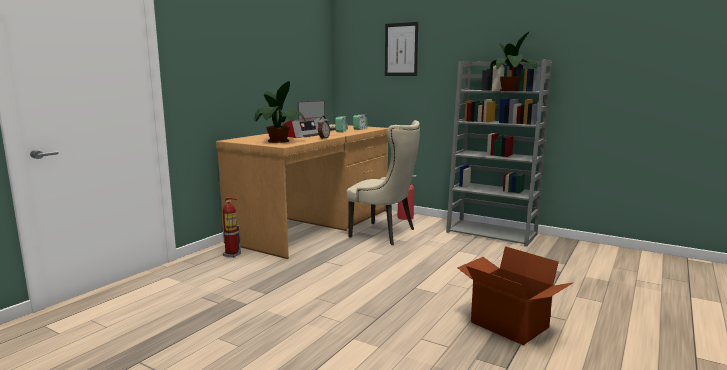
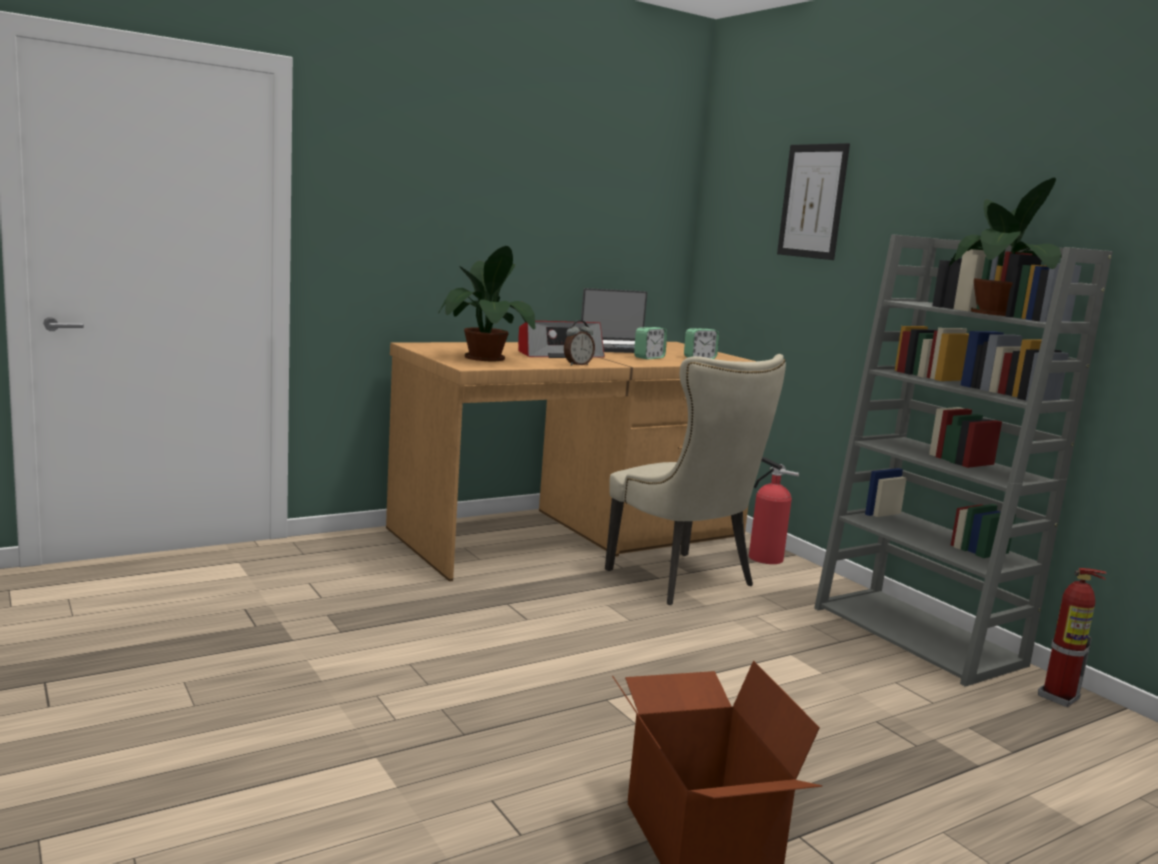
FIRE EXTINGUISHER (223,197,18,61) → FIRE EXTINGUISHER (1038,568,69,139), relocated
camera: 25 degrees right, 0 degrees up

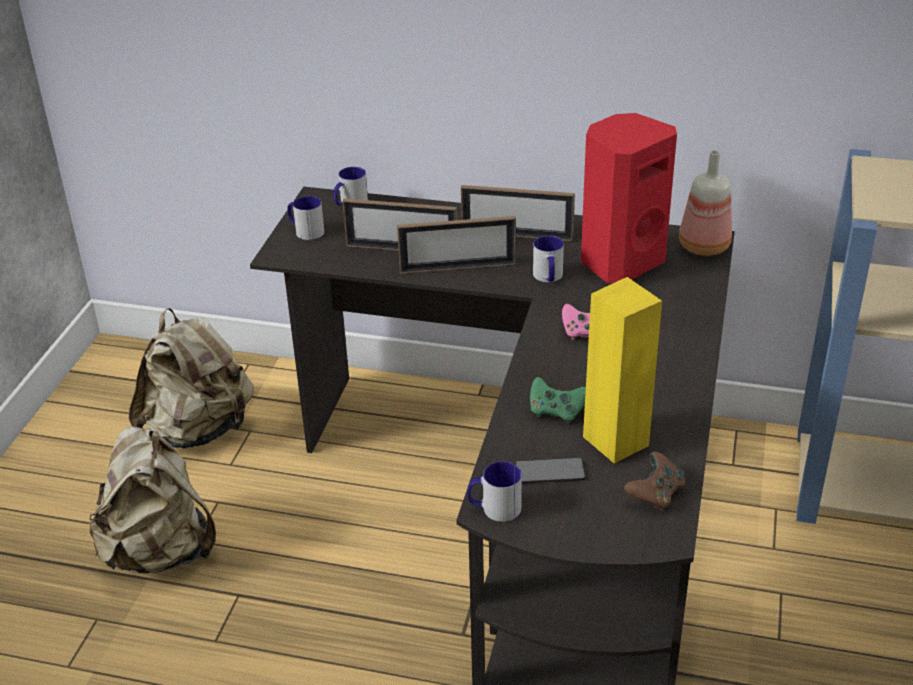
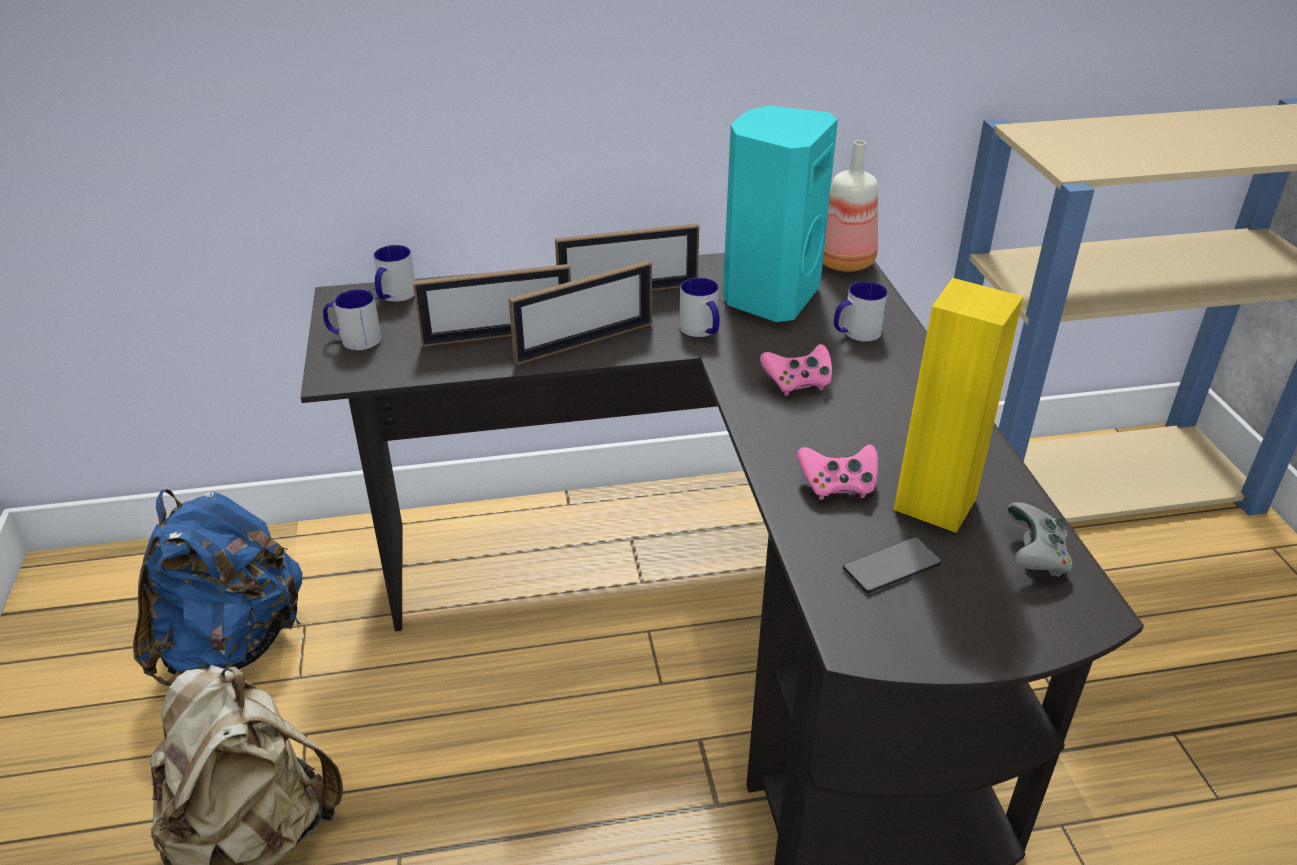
BEIGE BACKPACK (129,308,125,140) → BLUE BACKPACK (133,489,169,197)
RED SPEAKER (581,113,96,171) → TURQUOISE SPEAKER (723,106,115,216)
GREEN GAME CONTROLLER (530,377,56,47) → PINK GAME CONTROLLER (797,444,81,56)
MUG (467,461,55,61) → MUG (834,281,54,61), relocated
BROWN GAME CONTROLLER (624,451,61,60) → GREY GAME CONTROLLER (1007,502,65,75)
camera: 25 degrees left, 0 degrees up

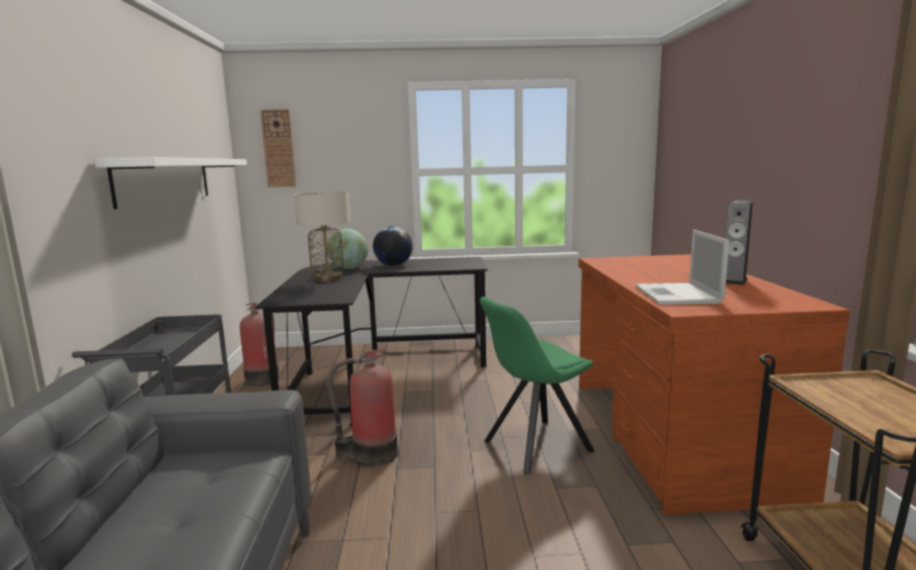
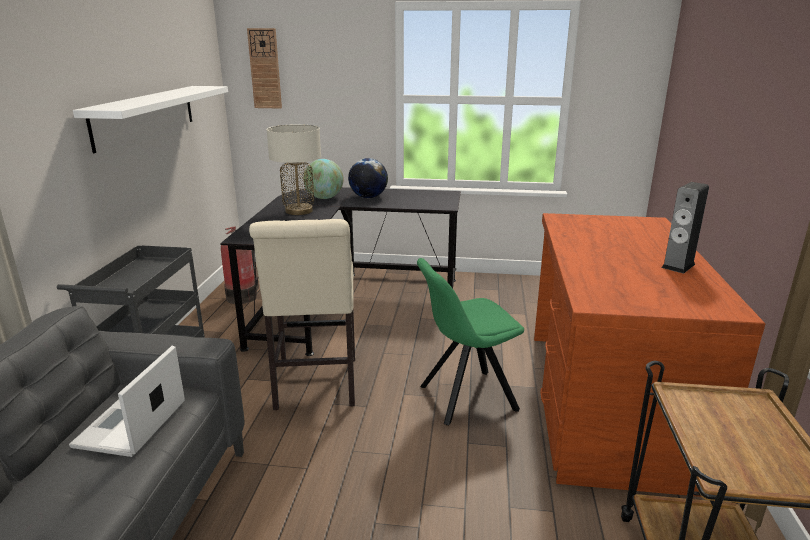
LAPTOP (635,230,94,75) → LAPTOP (69,346,116,111), relocated
FIRE EXTINGUISHER (328,348,70,119) → BEIGE STOOL (249,219,106,191)
camera: 10 degrees right, 10 degrees up

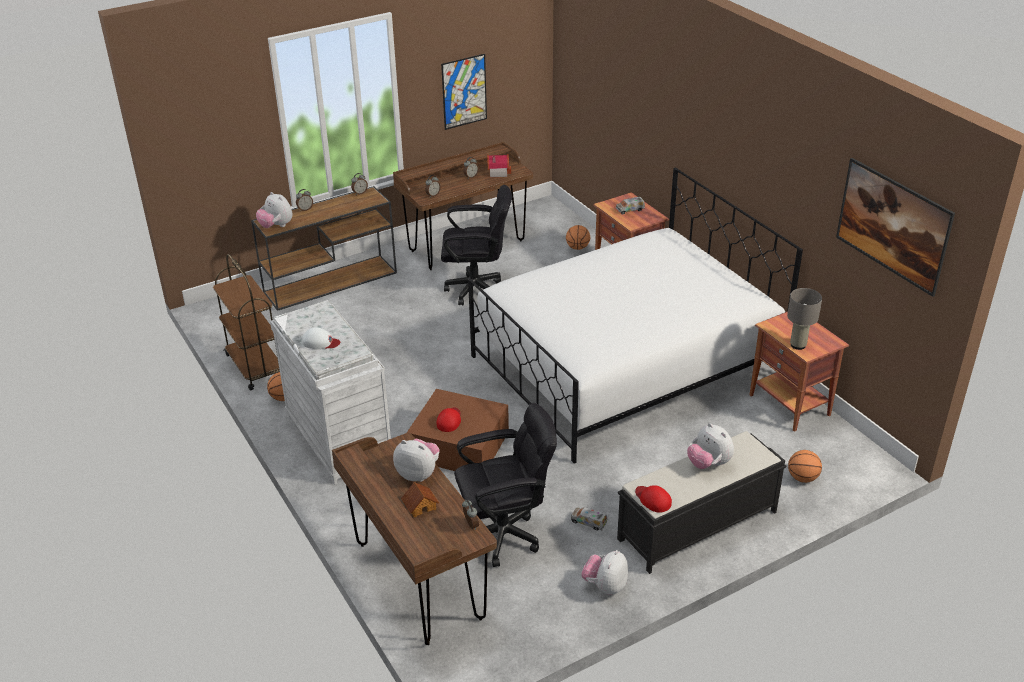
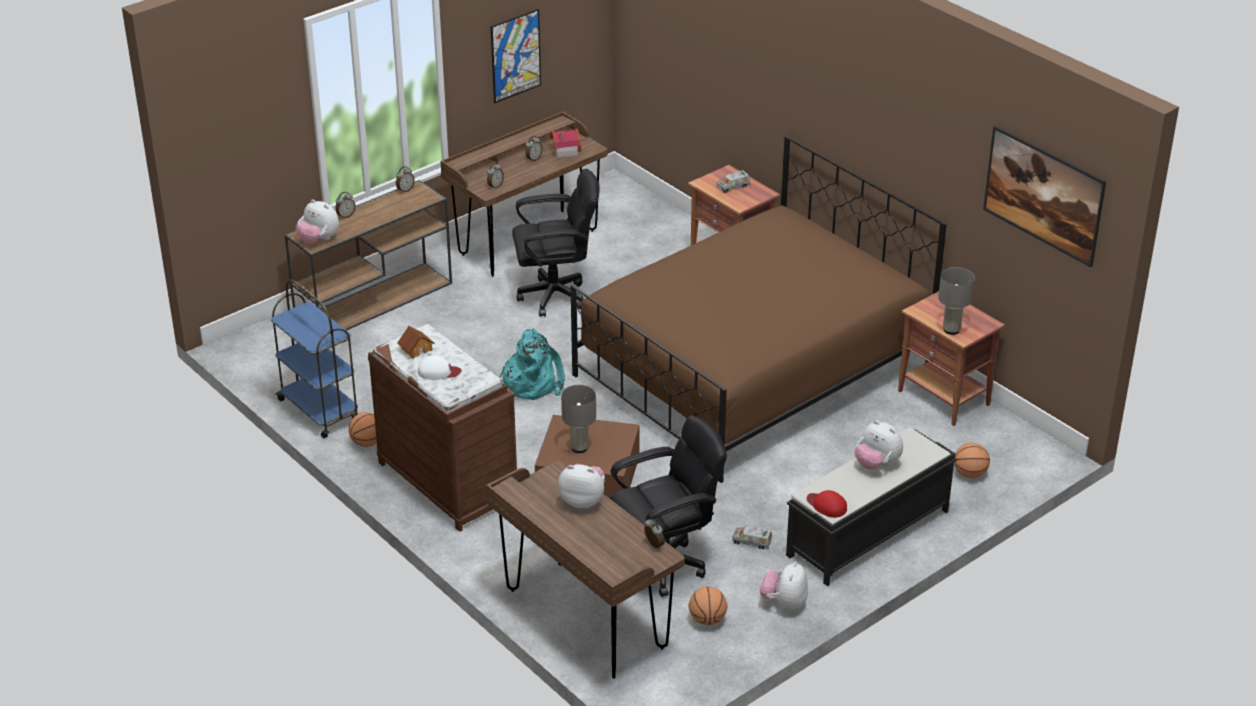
BROWN CART (213,254,67,137) → BLUE CART (271,279,87,159)
WHITE DRESSER (270,300,121,185) → BROWN DRESSER (368,324,149,208)
TOY HOUSE (401,482,38,36) → TOY HOUSE (397,326,38,32), relocated
- → TURQUOISE BACKPACK (499,328,66,72)
RED CAP (437,408,24,24) → GREY TABLE LAMP (561,385,35,68)
WHITE BED (468,167,335,297) → BROWN BED (570,136,377,347)
BASKETBALL (566,225,24,25) → BASKETBALL (689,586,38,39), relocated
camera: 10 degrees left, 0 degrees up

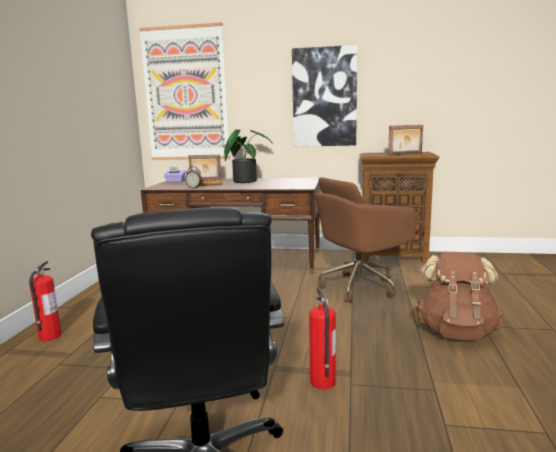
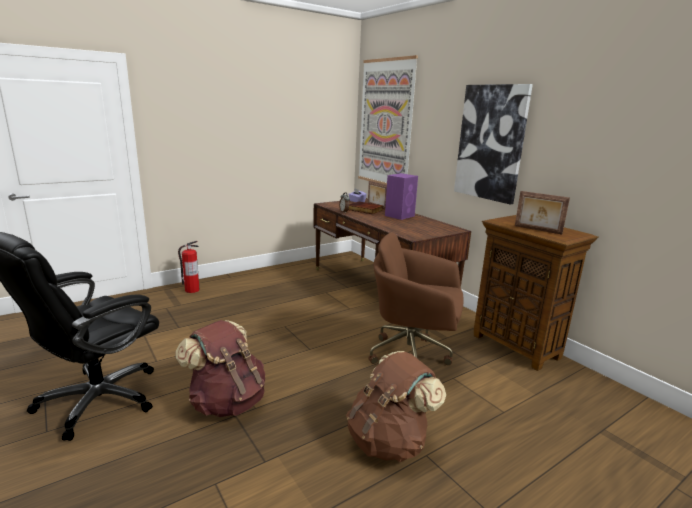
FIRE EXTINGUISHER (309,288,27,101) → BROWN BACKPACK (176,320,89,97)
POTTED PLANT (224,129,49,54) → PURPLE SPEAKER (385,173,33,47)
camera: 45 degrees right, 5 degrees up

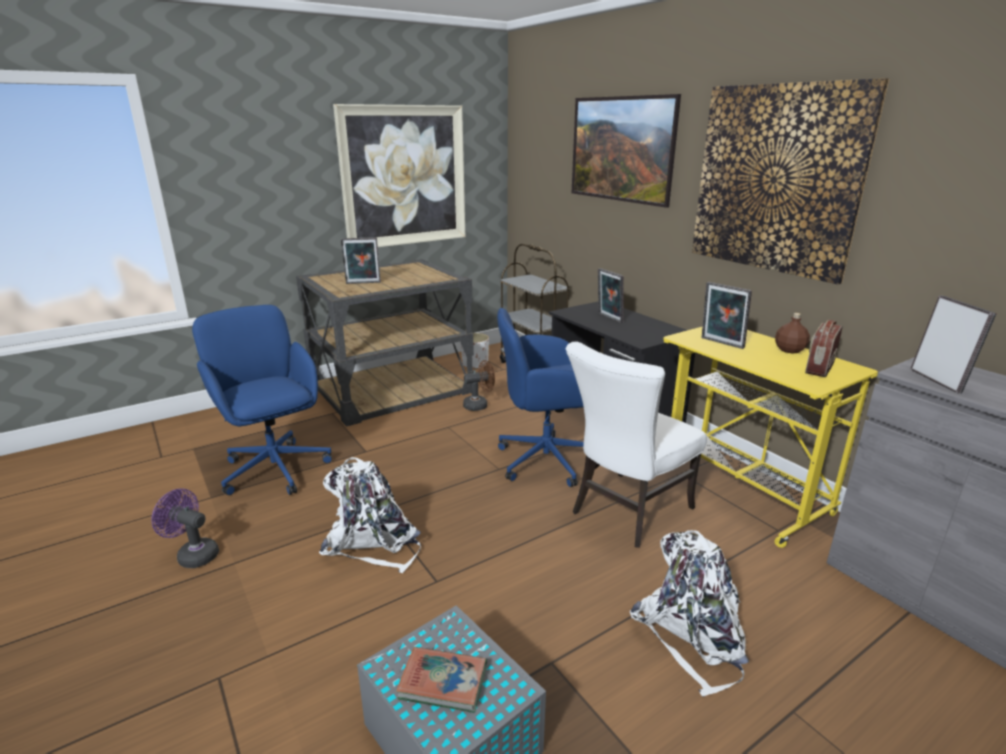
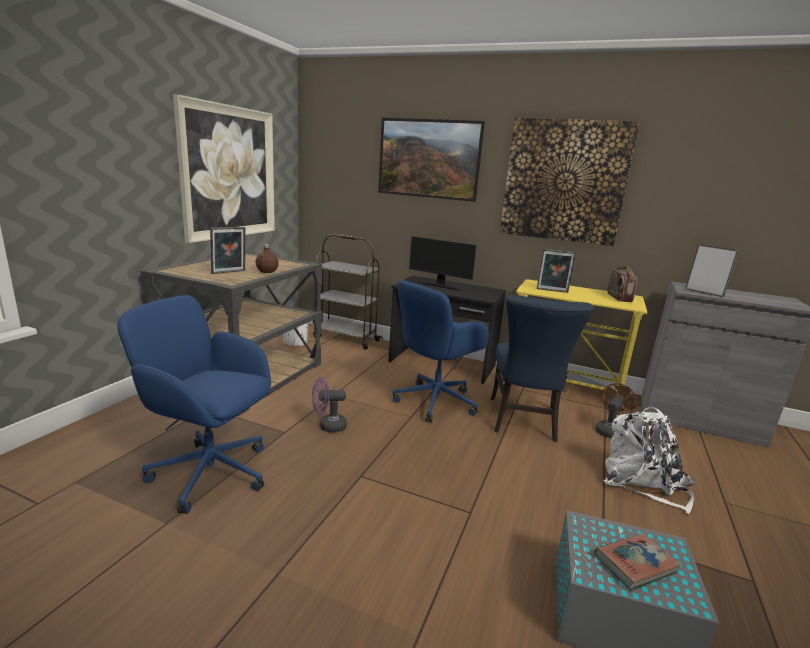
BROWN BOTTLE (775,313,35,41) → BROWN BOTTLE (255,244,24,29), relocated
PURPLE FAN (151,489,68,79) → PURPLE FAN (312,378,35,54), relocated
PICTURE FRAME (598,268,26,55) → MONITOR (409,236,67,55)
WHITE CHAIR (565,342,142,206) → BLUE CHAIR (491,294,103,148)
BROWN FAN (463,360,32,51) → BROWN FAN (596,383,41,55), relocated
WHITE BACKPACK (319,457,102,116) → -
camera: 35 degrees left, 5 degrees down

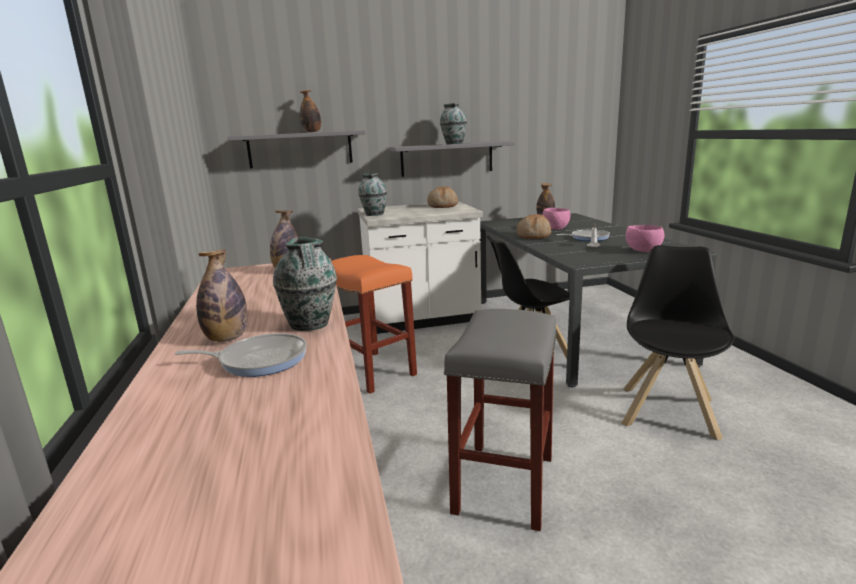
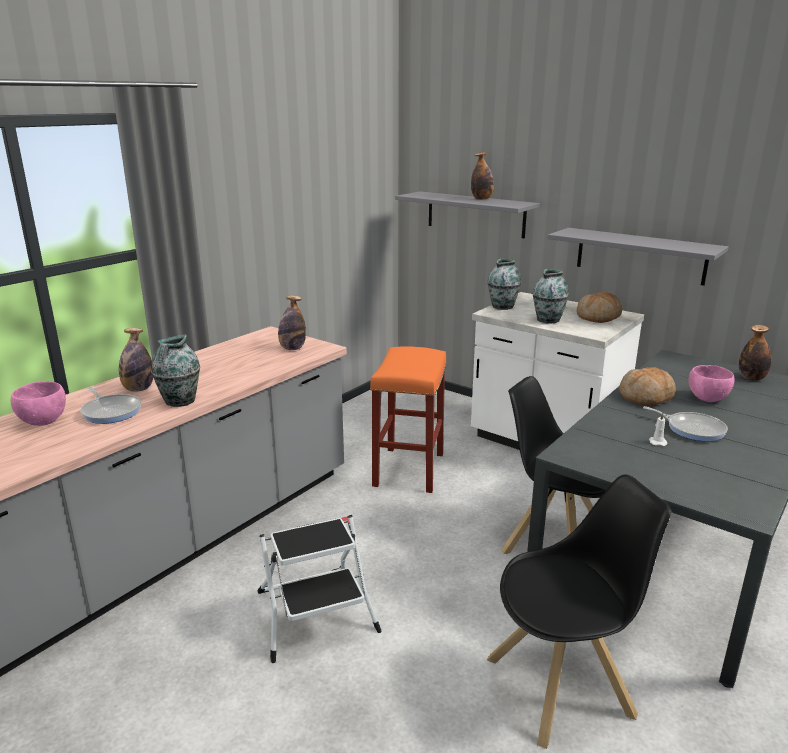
PINK BOWL (626,225,38,27) → PINK BOWL (11,381,55,45), relocated
GREY STOOL (444,309,113,222) → STEP LADDER (257,515,125,148)
VASE (440,103,27,41) → VASE (532,269,37,55), relocated
camera: 50 degrees right, 5 degrees up

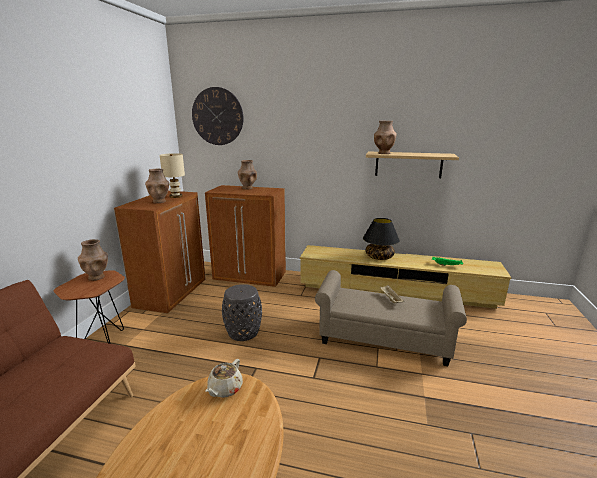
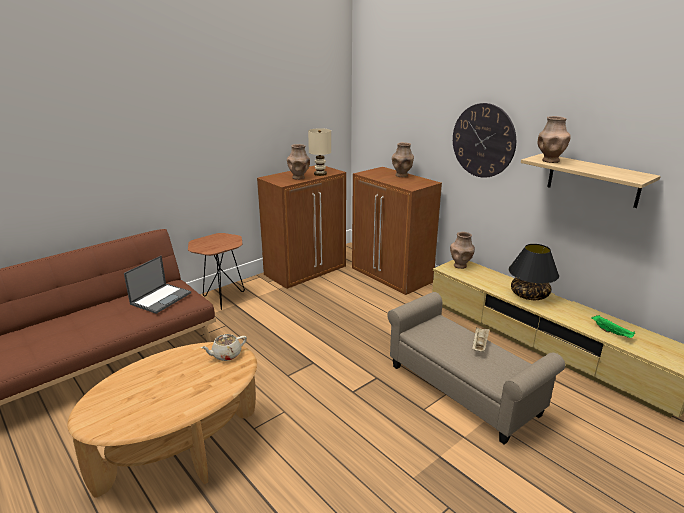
- → LAPTOP (124,256,67,58)
BROWN VASE (78,239,30,42) → BROWN VASE (450,232,25,37), relocated
WALL CLOCK (192,87,51,58) → WALL CLOCK (453,103,63,75), relocated
GREY STOOL (222,284,40,57) → -
camera: 35 degrees right, 5 degrees up

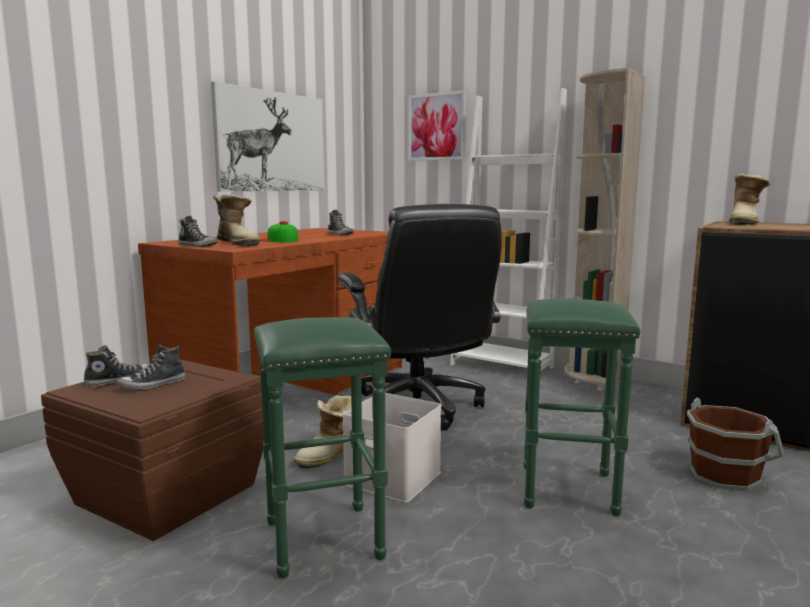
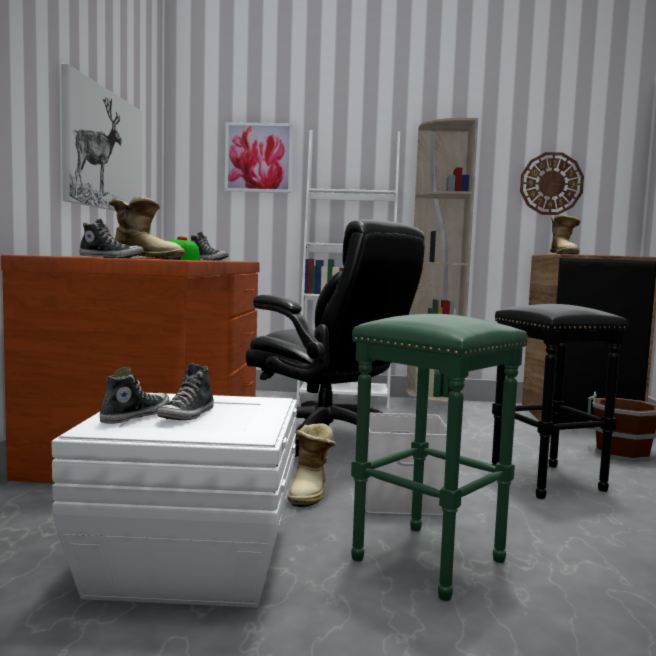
BROWN STORAGE BOX (41,359,223,182) → WHITE STORAGE BOX (52,393,245,215)
GREEN STOOL (524,298,116,218) → BLACK STOOL (492,304,136,195)
- → WALL CLOCK (520,152,64,63)
camera: 30 degrees left, 5 degrees down

